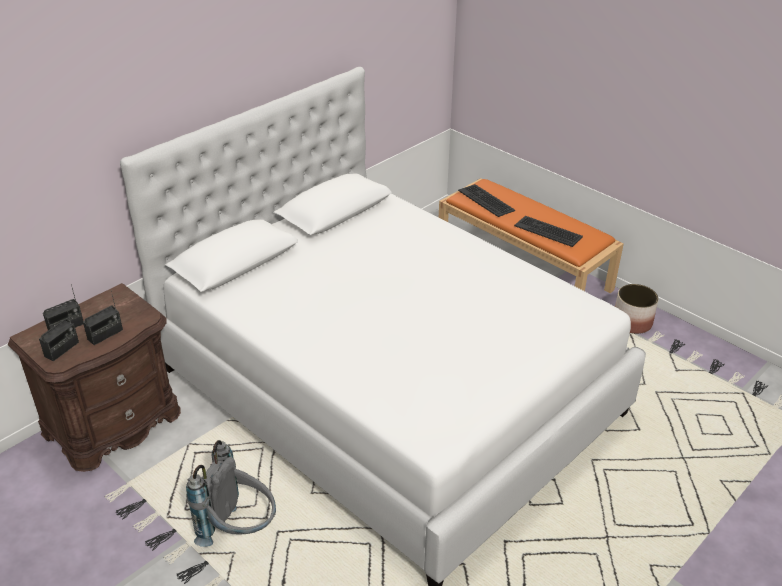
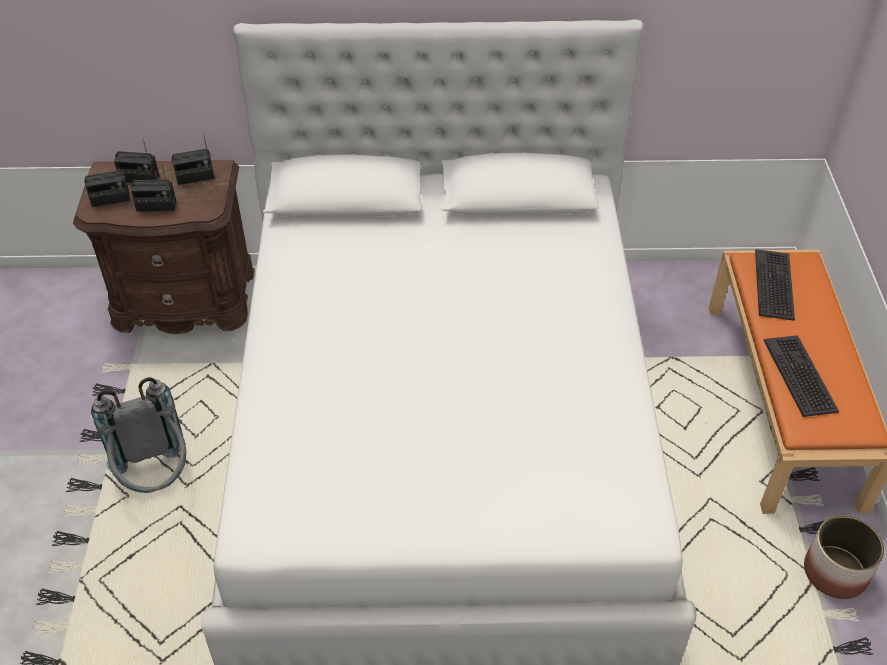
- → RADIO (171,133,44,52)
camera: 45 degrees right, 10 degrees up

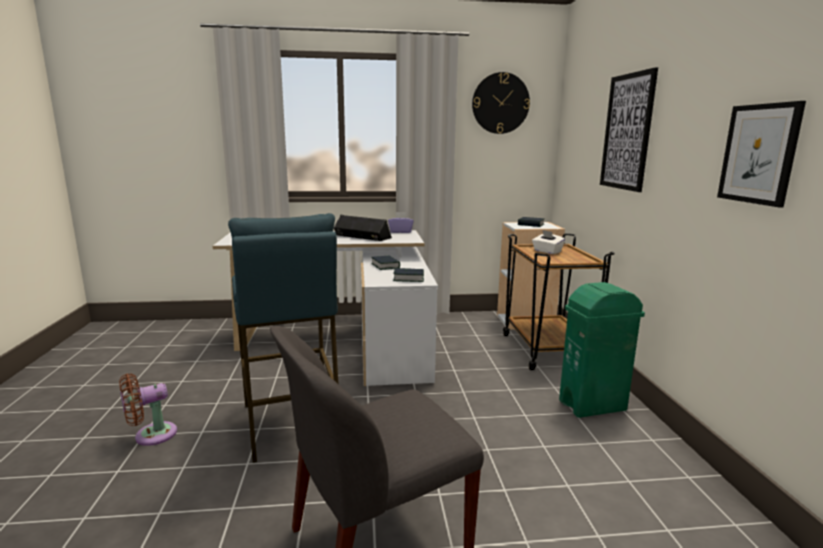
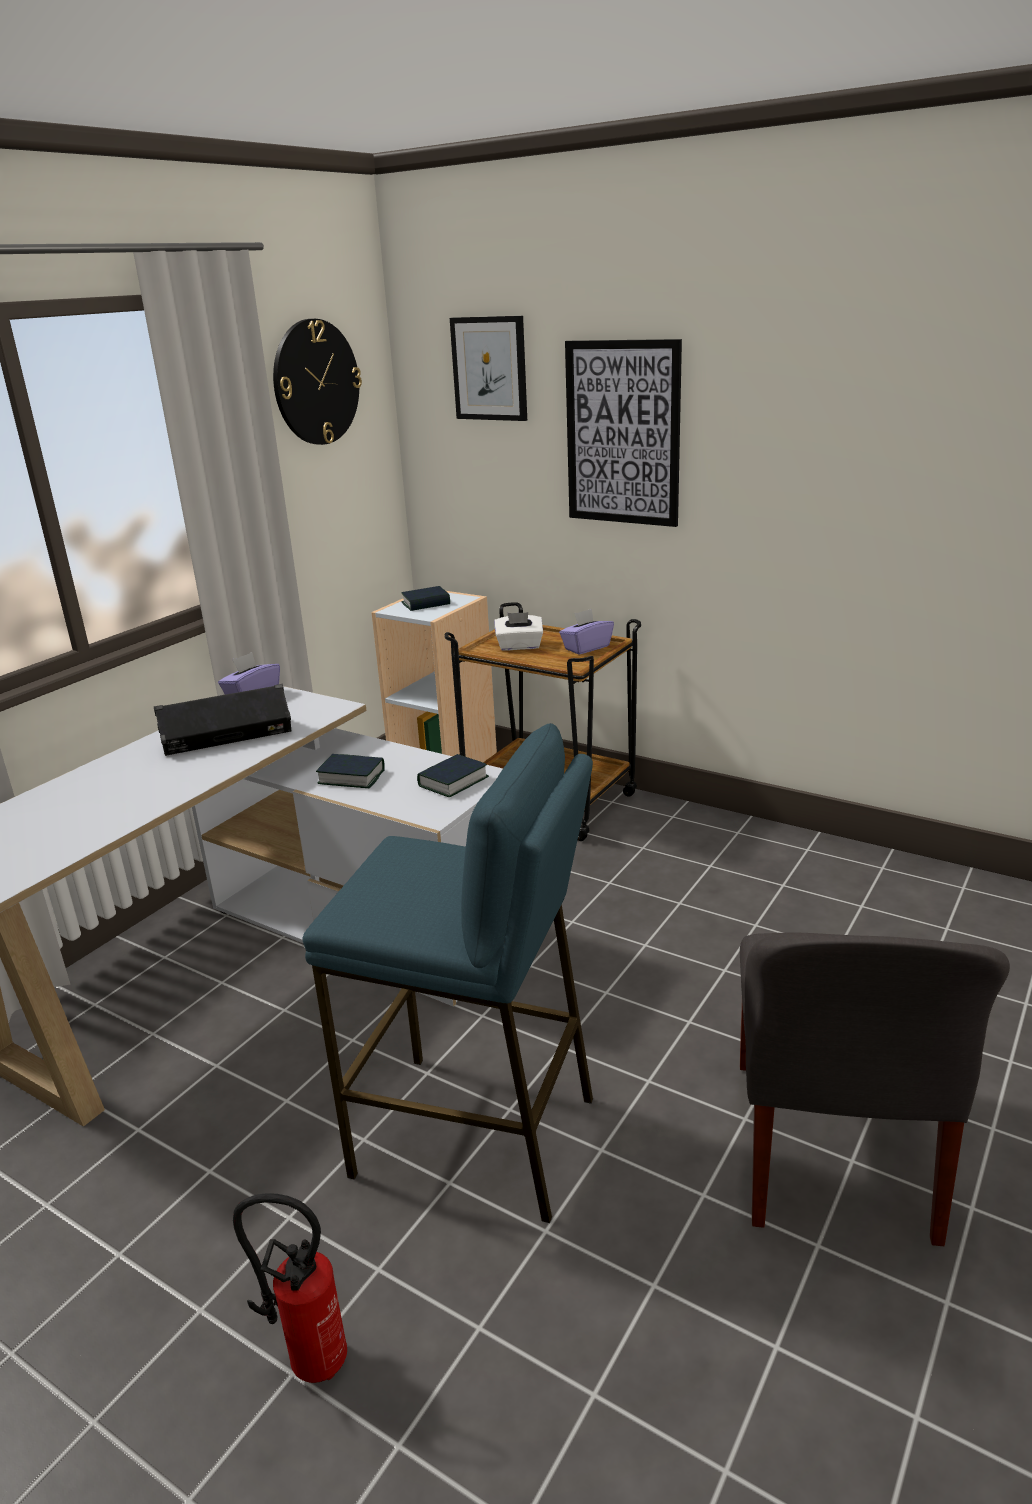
BROWN FAN (119,373,58,73) → FIRE EXTINGUISHER (233,1193,114,190)
PICTURE (717,101,89,107) → PICTURE (450,316,77,105), relocated
- → PURPLE TISSUE BOX (559,609,55,45)
GREEN TRASH CAN (559,282,86,136) → -
camera: 50 degrees left, 10 degrees up

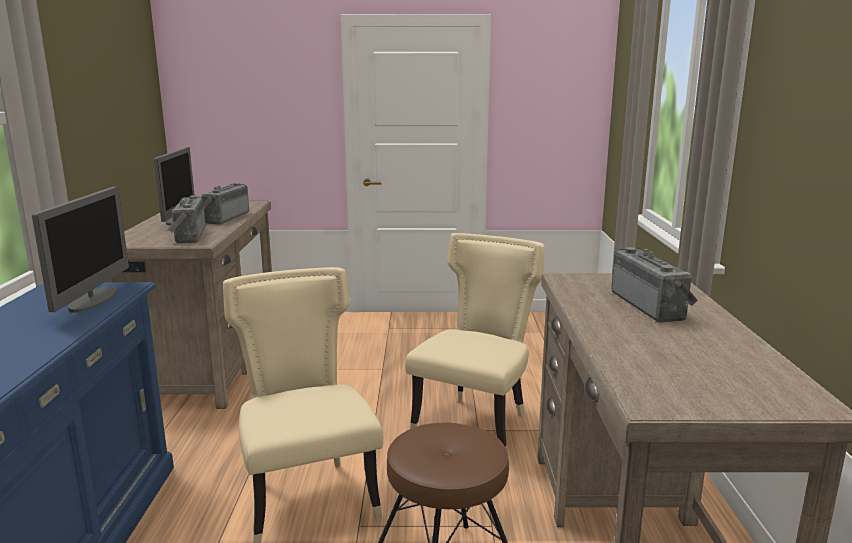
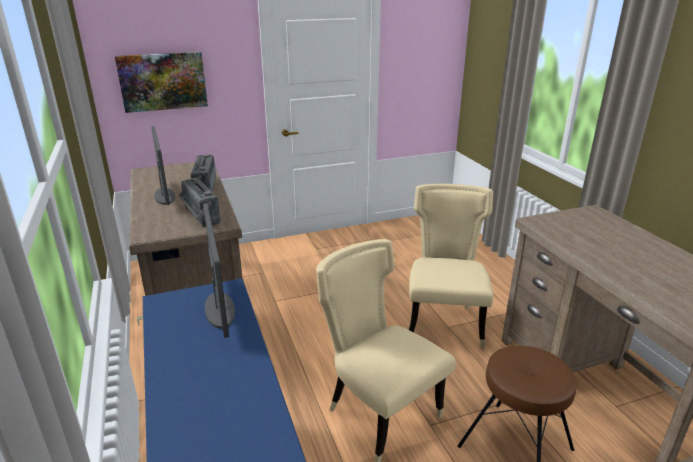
- → PICTURE (115,52,93,61)
RADIO (611,247,87,75) → -
camera: 20 degrees left, 10 degrees up

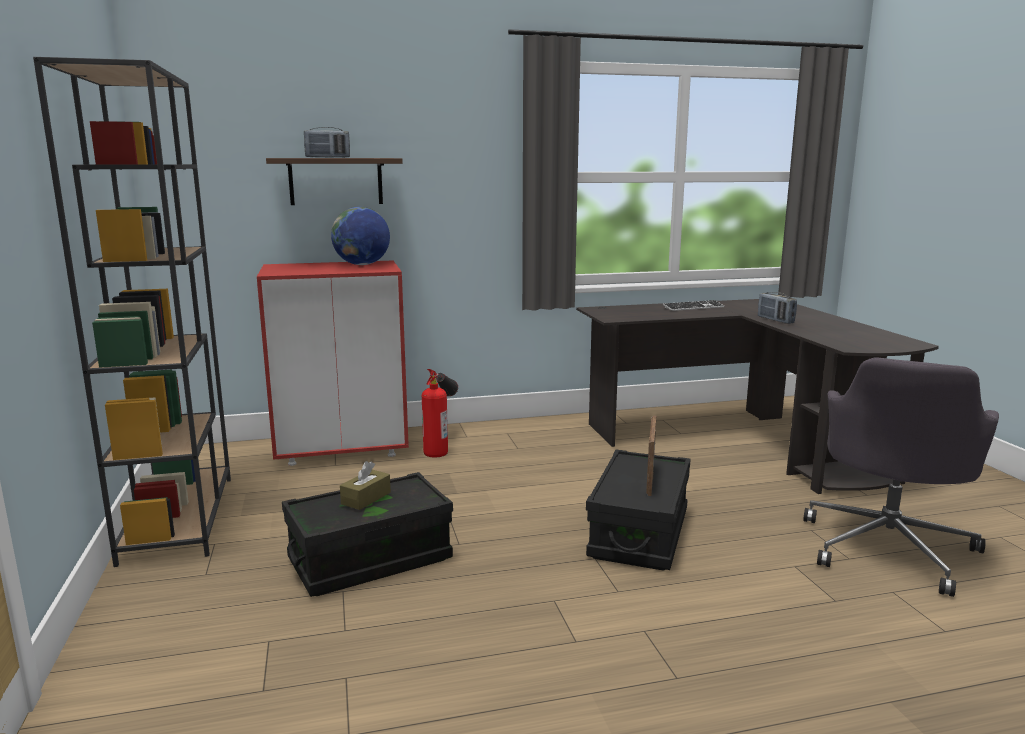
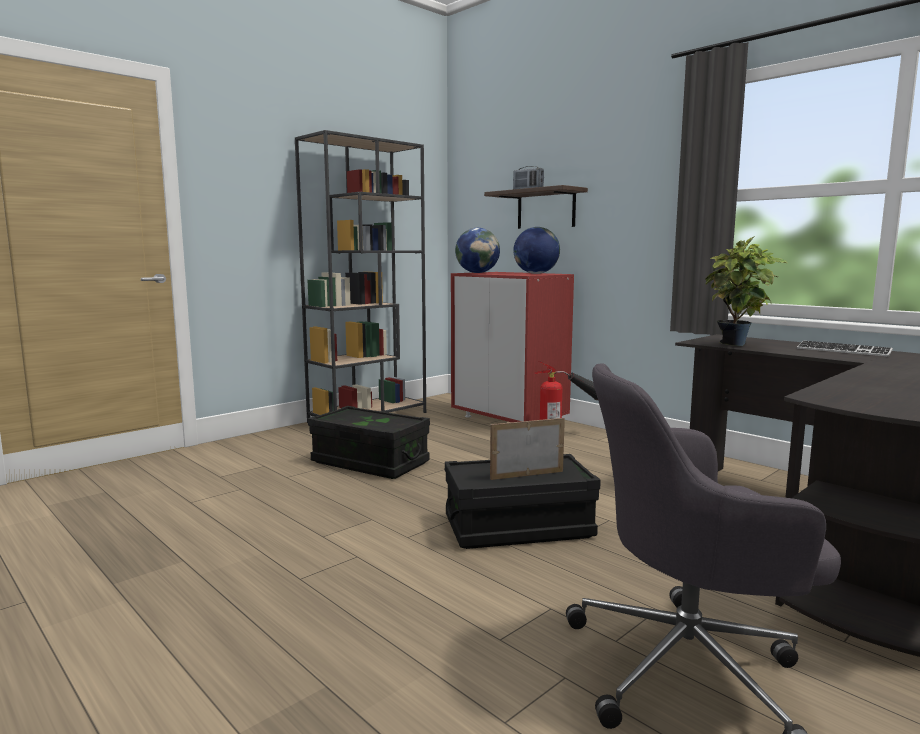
- → GLOBE (455,228,45,45)
- → POTTED PLANT (705,236,82,110)
BROWN TISSUE BOX (340,461,51,49) → -
RADIO (758,292,39,32) → -
camera: 60 degrees right, 5 degrees down

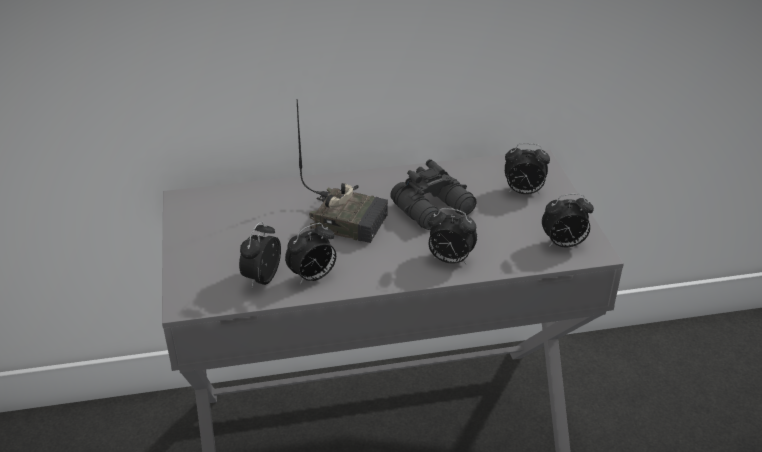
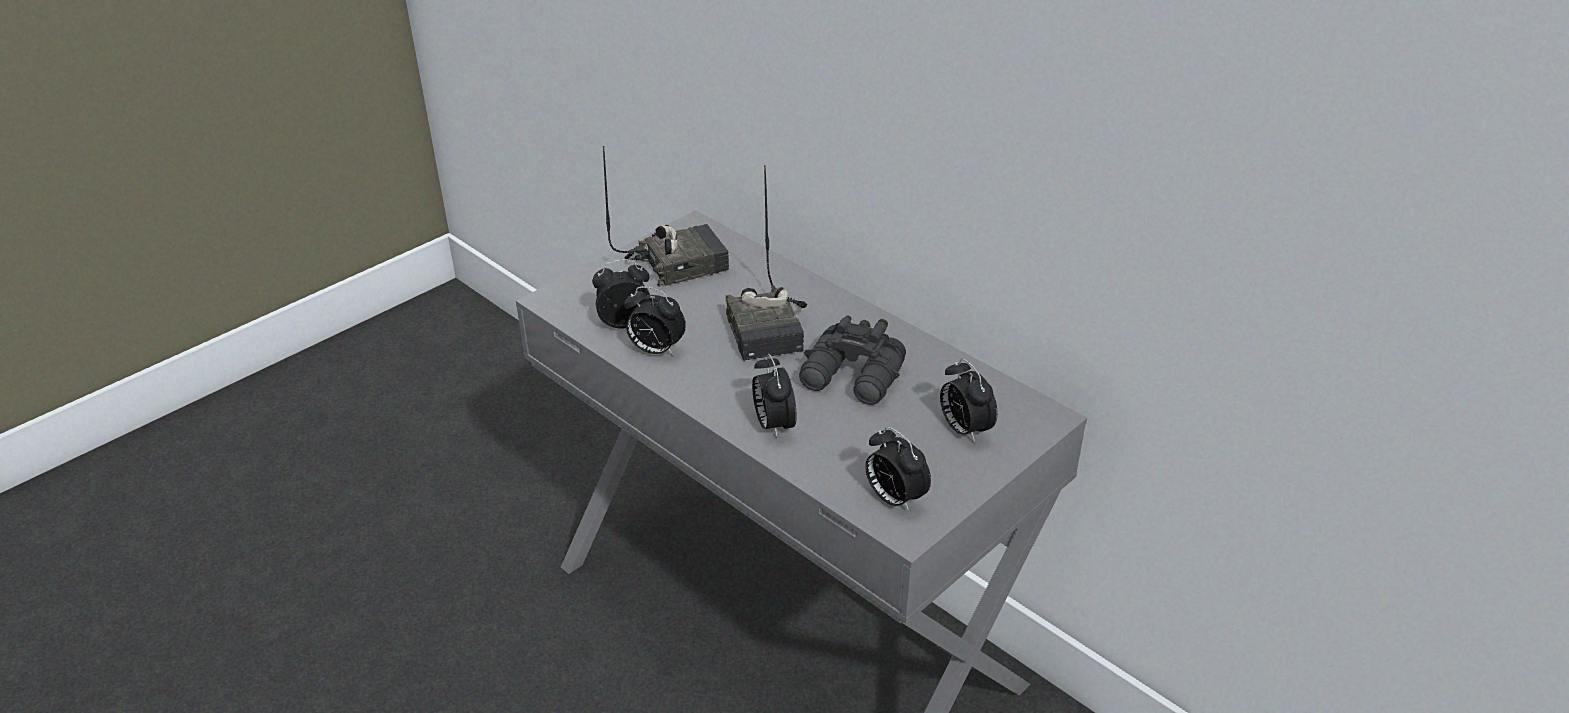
- → RADIO (603,146,126,141)
camera: 55 degrees right, 0 degrees up

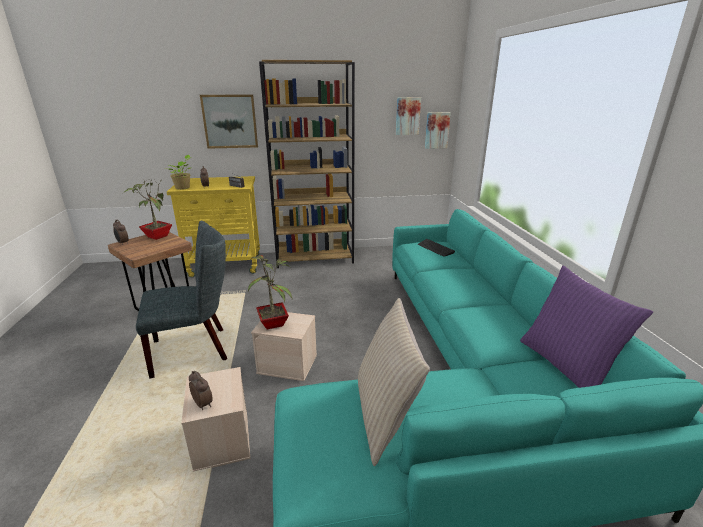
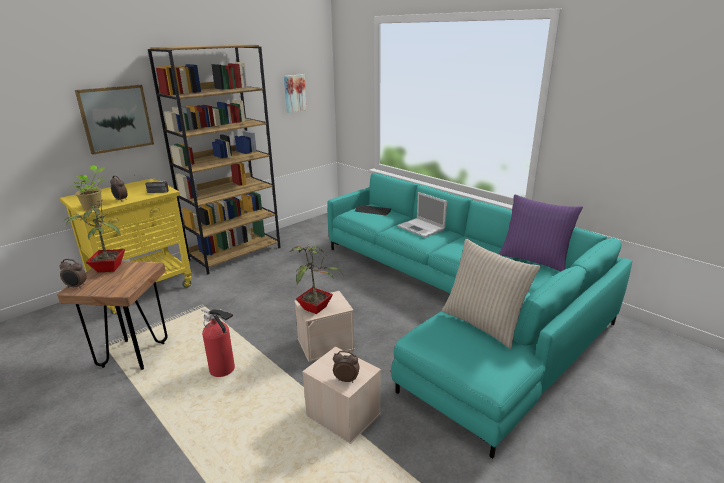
GREY CHAIR (136,221,91,158) → FIRE EXTINGUISHER (201,308,34,69)
- → LAPTOP (397,192,50,46)
PICTURE (425,112,26,37) → -
camera: 35 degrees left, 0 degrees up

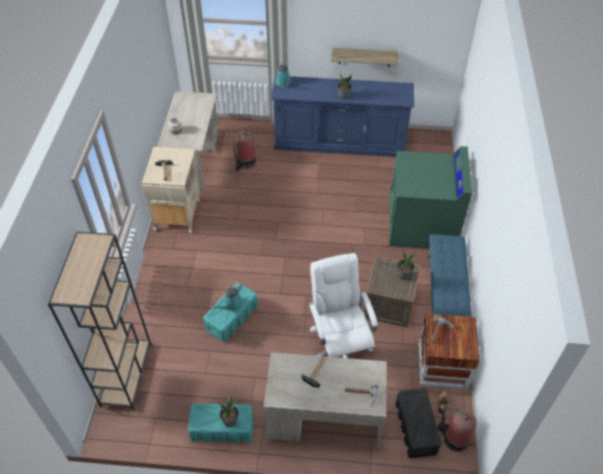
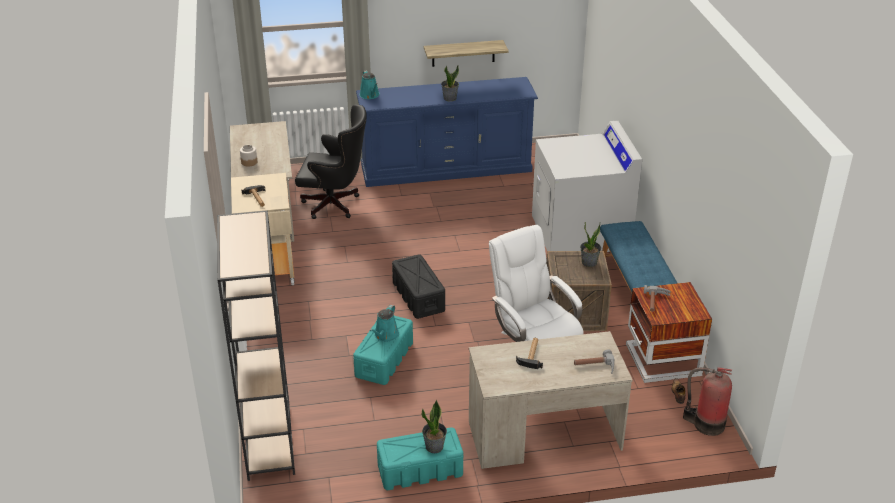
FIRE EXTINGUISHER (233,125,23,46) → BLACK OFFICE CHAIR (295,104,72,115)
BLACK STORAGE BOX (395,388,46,70) → BLACK STORAGE BOX (392,255,53,64), relocated
GREEN WASHING MACHINE (389,146,83,103) → WHITE WASHING MACHINE (532,120,110,132)
camera: 15 degrees left, 15 degrees down

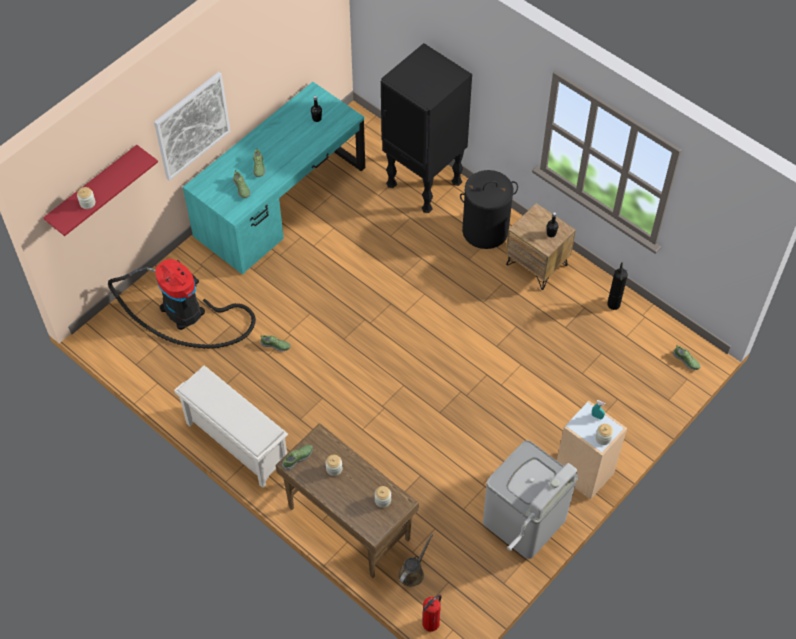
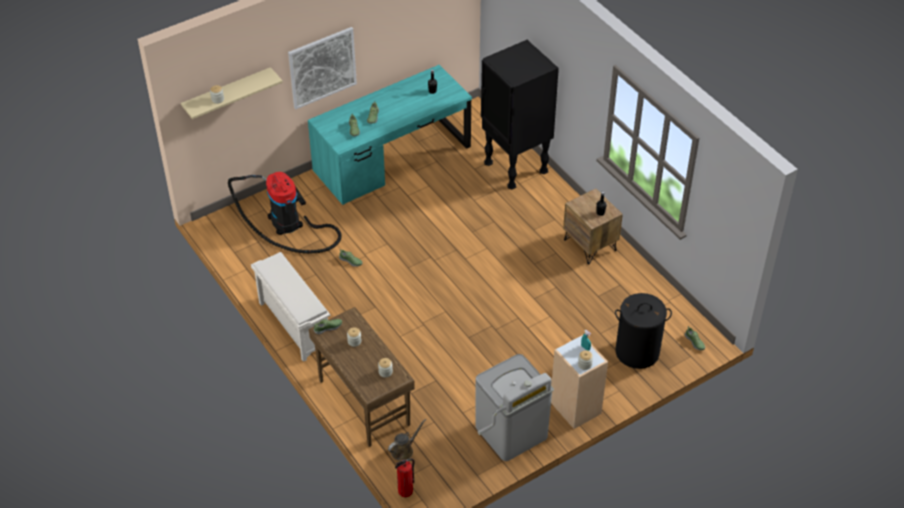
RED SHELF (43,145,115,91) → BEIGE SHELF (181,67,102,52)
BLACK LAUNDRY BASKET (460,170,58,79) → BLACK LAUNDRY BASKET (615,293,57,76), relocated
FIRE EXTINGUISHER (607,262,21,48) → -
camera: 15 degrees right, 10 degrees down

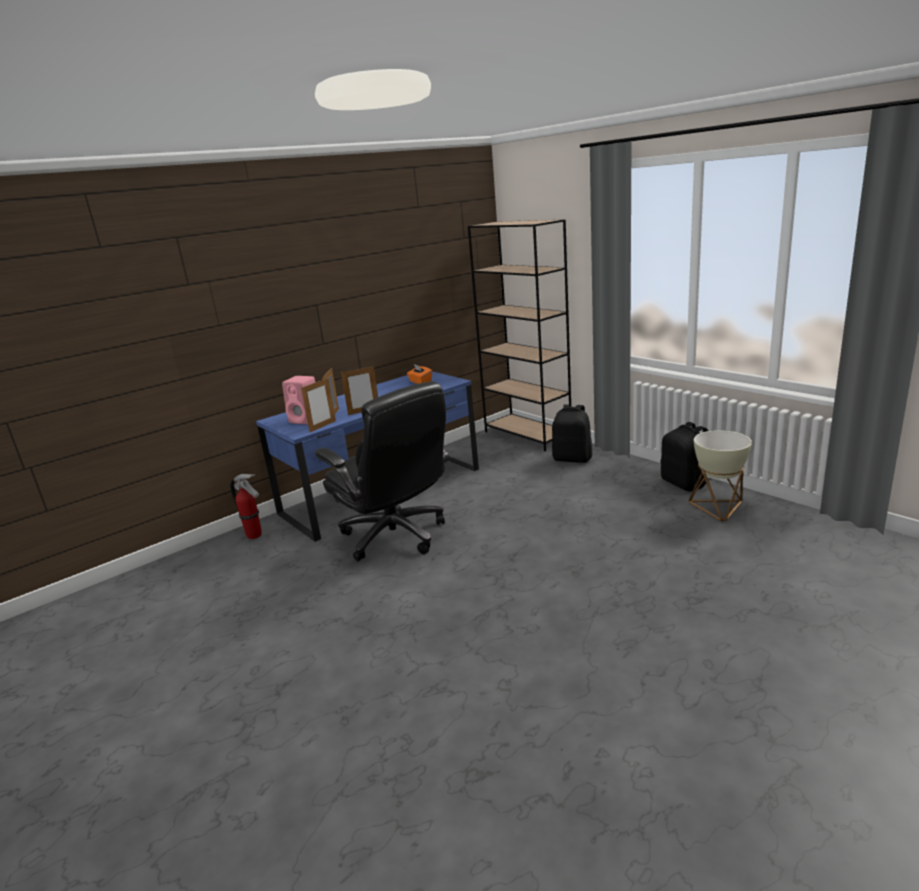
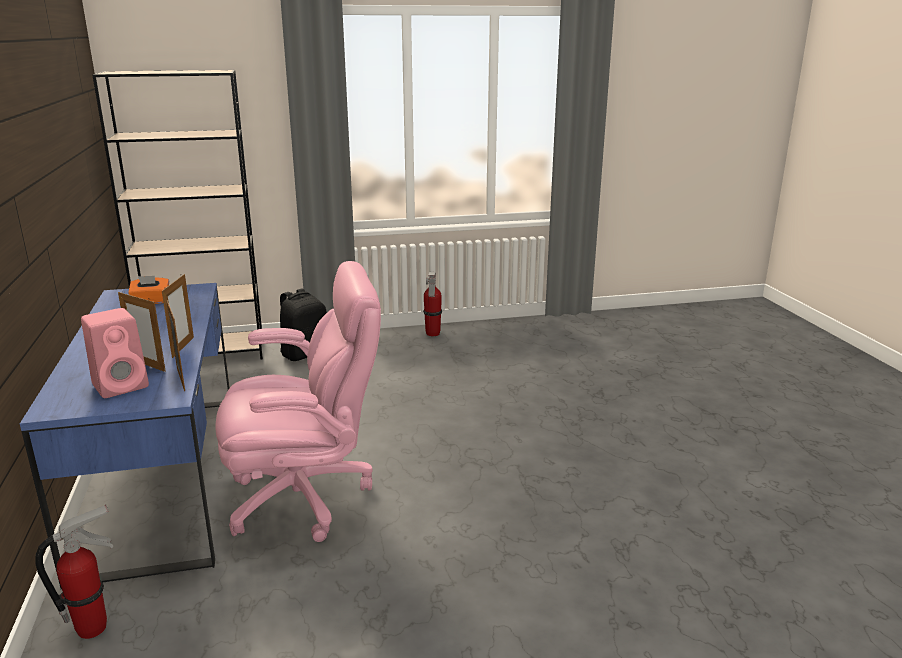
BLACK OFFICE CHAIR (315,381,134,180) → PINK OFFICE CHAIR (215,261,166,281)
BLACK BACKPACK (661,422,50,69) → FIRE EXTINGUISHER (423,272,19,64)
PLANTER (689,430,63,92) → -
camera: 65 degrees left, 0 degrees up

